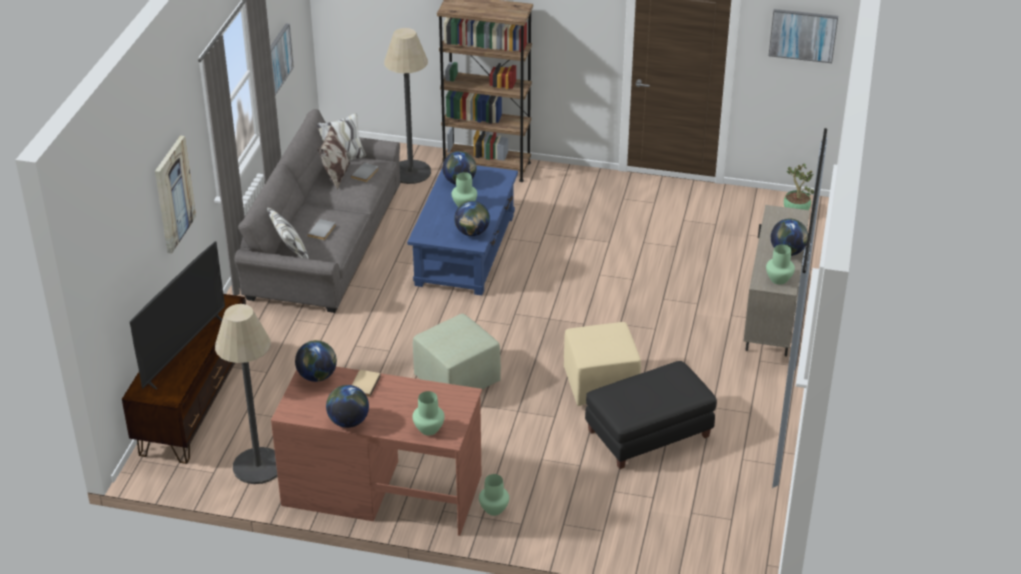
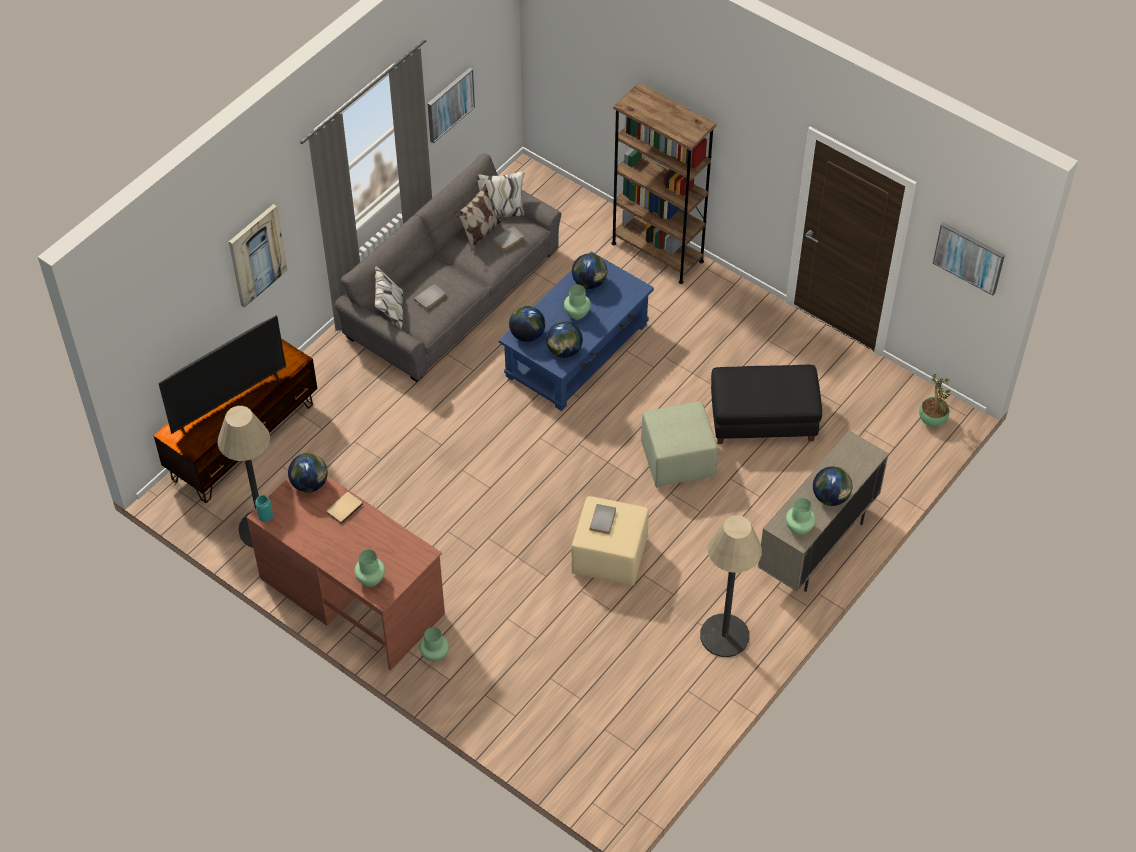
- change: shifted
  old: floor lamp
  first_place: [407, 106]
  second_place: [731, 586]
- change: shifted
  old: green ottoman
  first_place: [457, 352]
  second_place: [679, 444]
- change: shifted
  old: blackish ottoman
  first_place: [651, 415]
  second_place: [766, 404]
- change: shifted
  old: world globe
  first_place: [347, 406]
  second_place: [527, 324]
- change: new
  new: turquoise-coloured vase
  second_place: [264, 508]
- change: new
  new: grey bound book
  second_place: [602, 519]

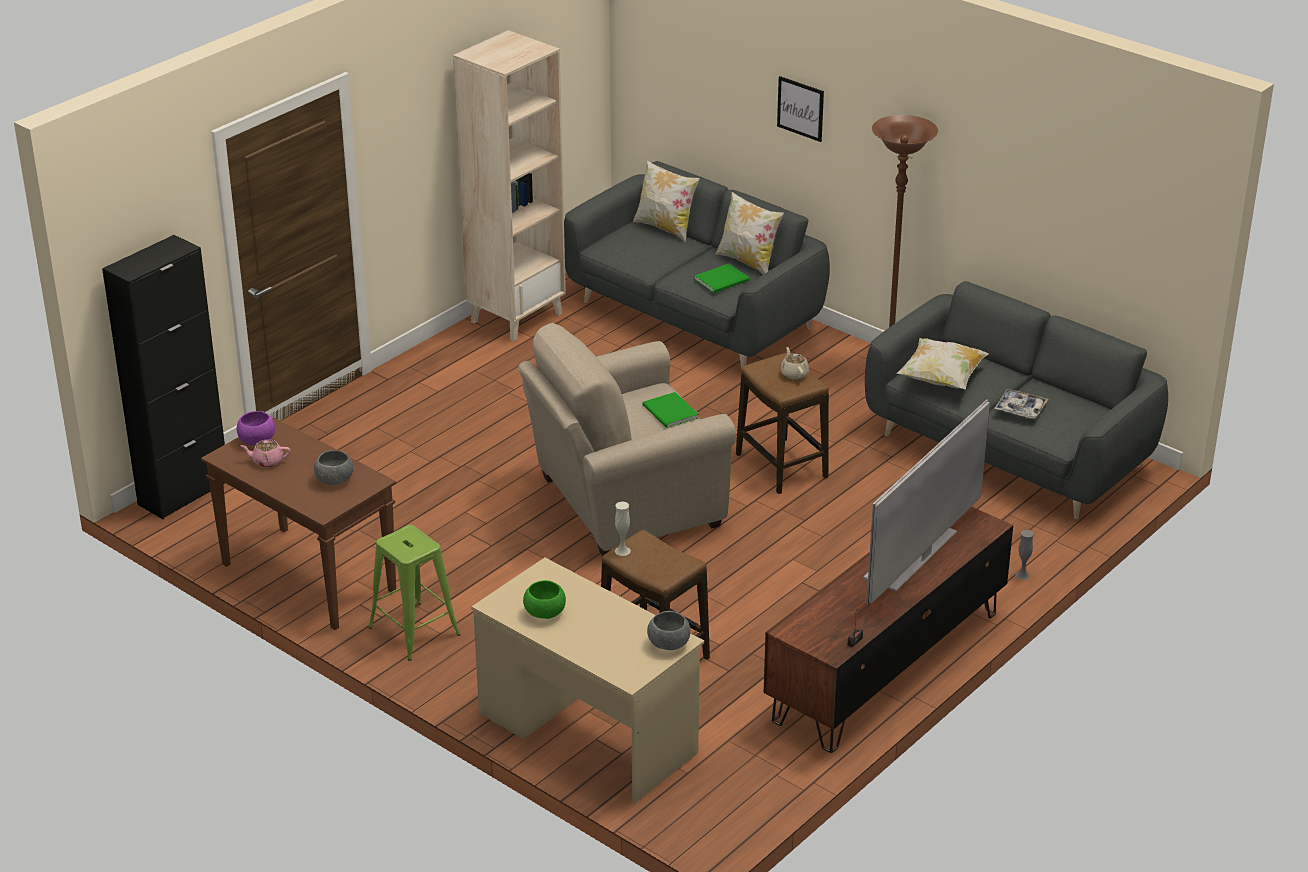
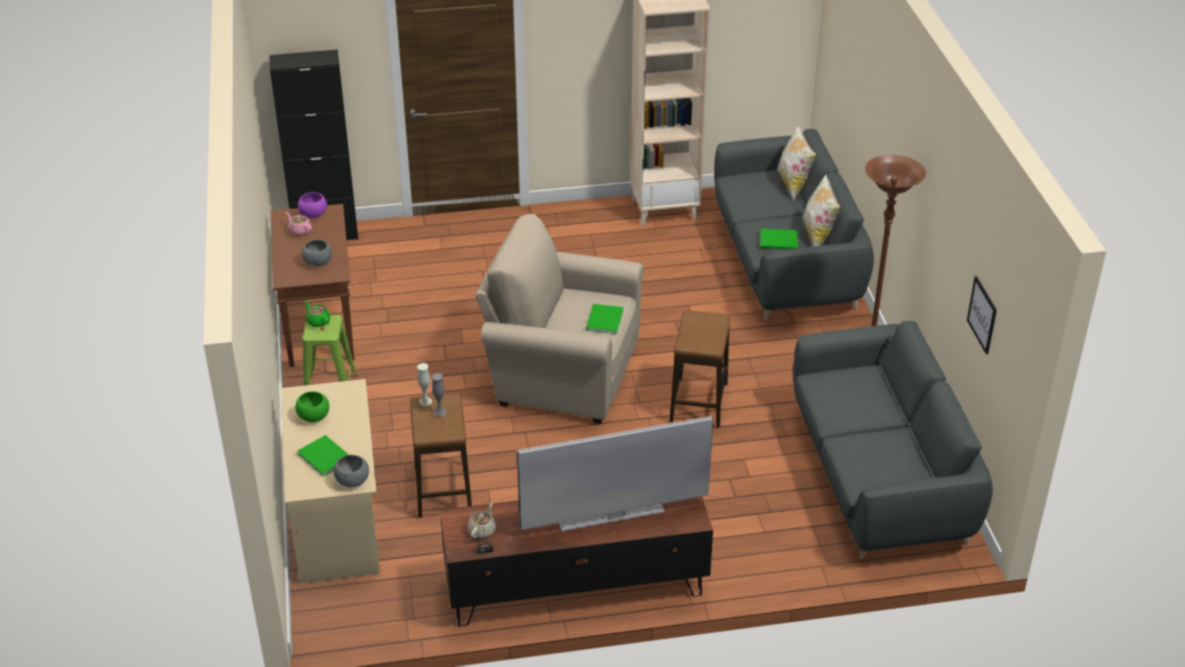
- change: shifted
  old: wall art
  first_place: [800, 109]
  second_place: [982, 315]
- change: gone
  old: cushion
  first_place: [942, 364]
- change: shifted
  old: sand-coloured teapot
  first_place: [794, 363]
  second_place: [482, 520]
- change: gone
  old: tray
  first_place: [1021, 404]
- change: shifted
  old: grey vase
  first_place: [1024, 555]
  second_place: [439, 394]
- change: new
  new: green teapot
  second_place: [317, 314]
- change: new
  new: green bound book
  second_place: [323, 456]

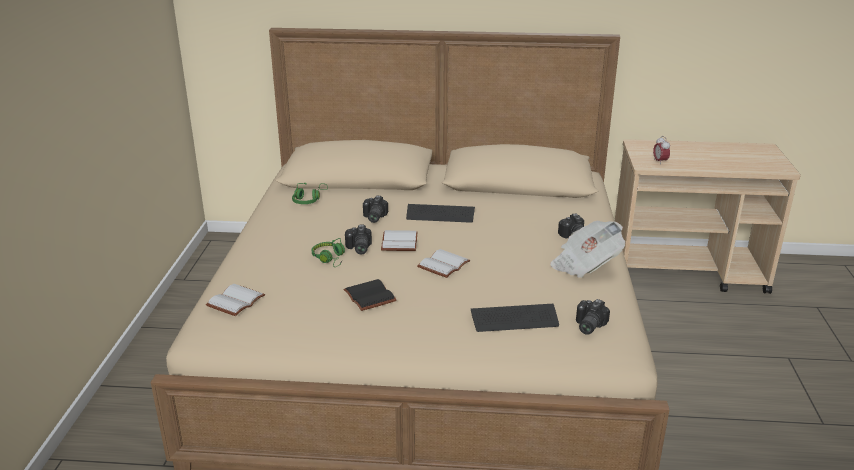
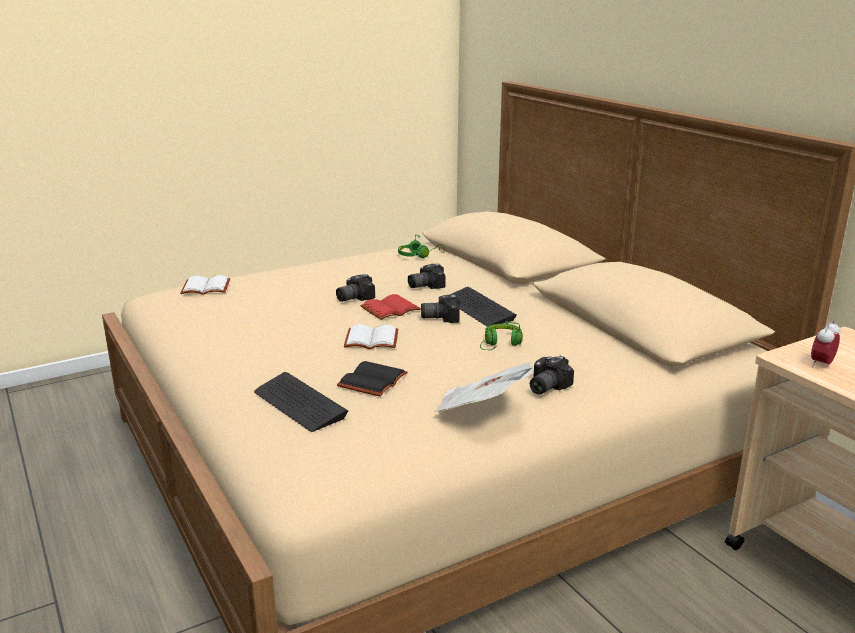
- change: repainted
  old: whitish bound book
  new: red-coloured bound book
  first_place: [399, 240]
  second_place: [390, 307]
- change: shifted
  old: green pair of headphones
  first_place: [328, 252]
  second_place: [501, 335]
- change: shifted
  old: blackish bound book
  first_place: [370, 295]
  second_place: [372, 379]
- change: shifted
  old: photo camera
  first_place: [593, 317]
  second_place: [440, 309]

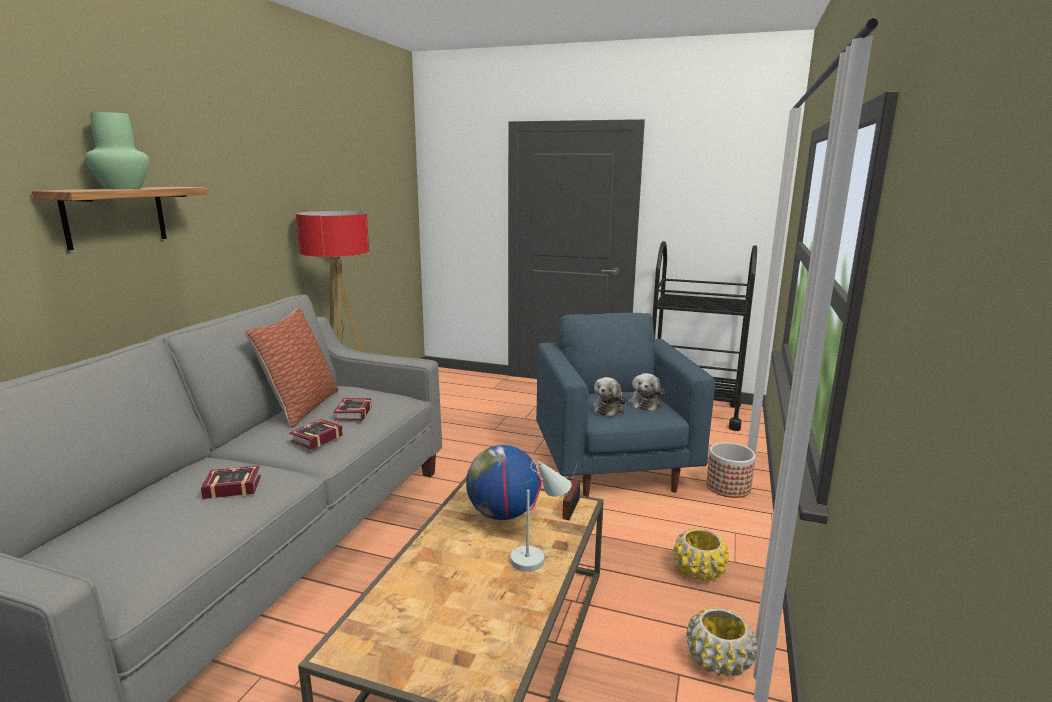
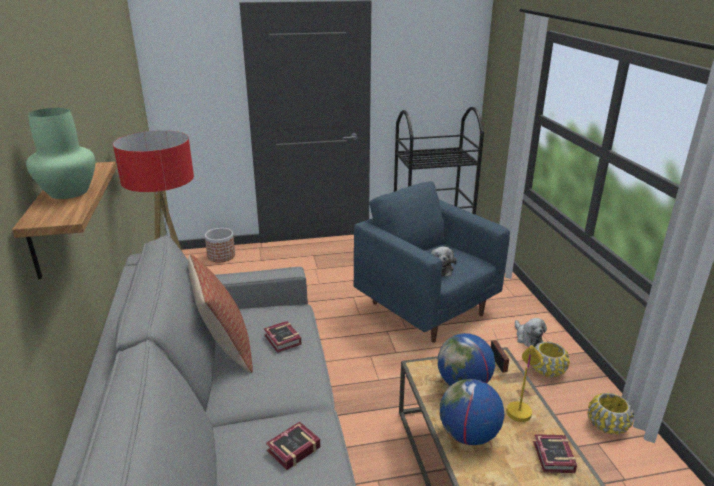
- change: shifted
  old: soft toy
  first_place: [646, 392]
  second_place: [531, 332]
- change: shifted
  old: bound book
  first_place: [316, 434]
  second_place: [555, 453]
- change: shifted
  old: plant pot
  first_place: [731, 470]
  second_place: [220, 245]
- change: repainted
  old: whitish table lamp
  new: yellow table lamp
  first_place: [541, 516]
  second_place: [524, 383]
- change: new
  new: world globe
  second_place: [472, 412]

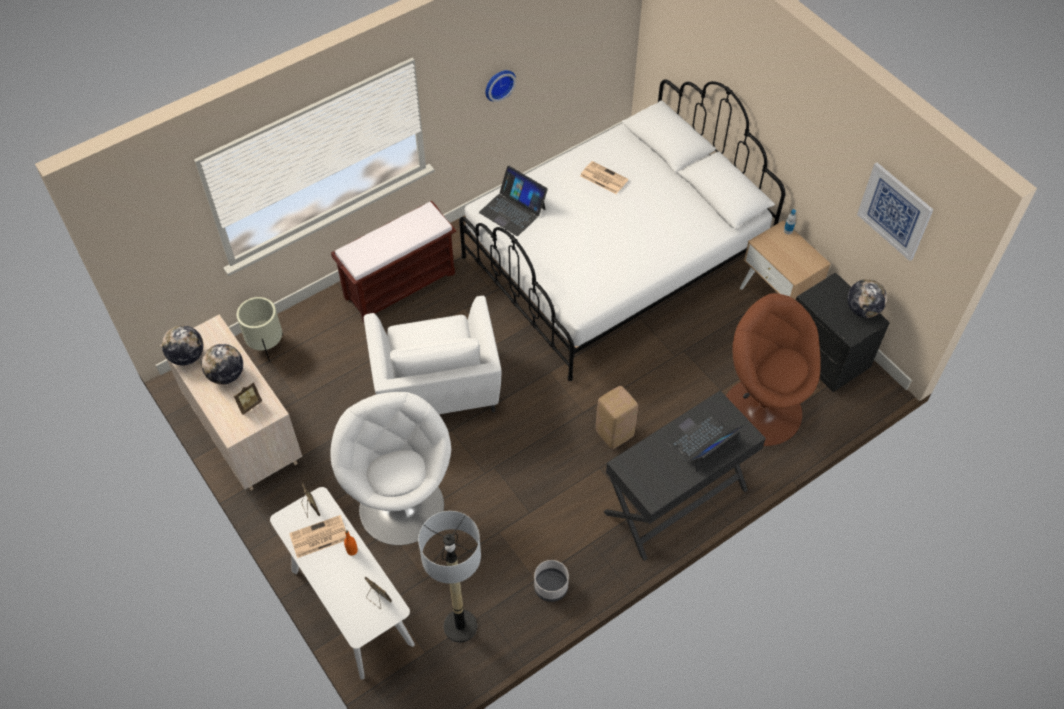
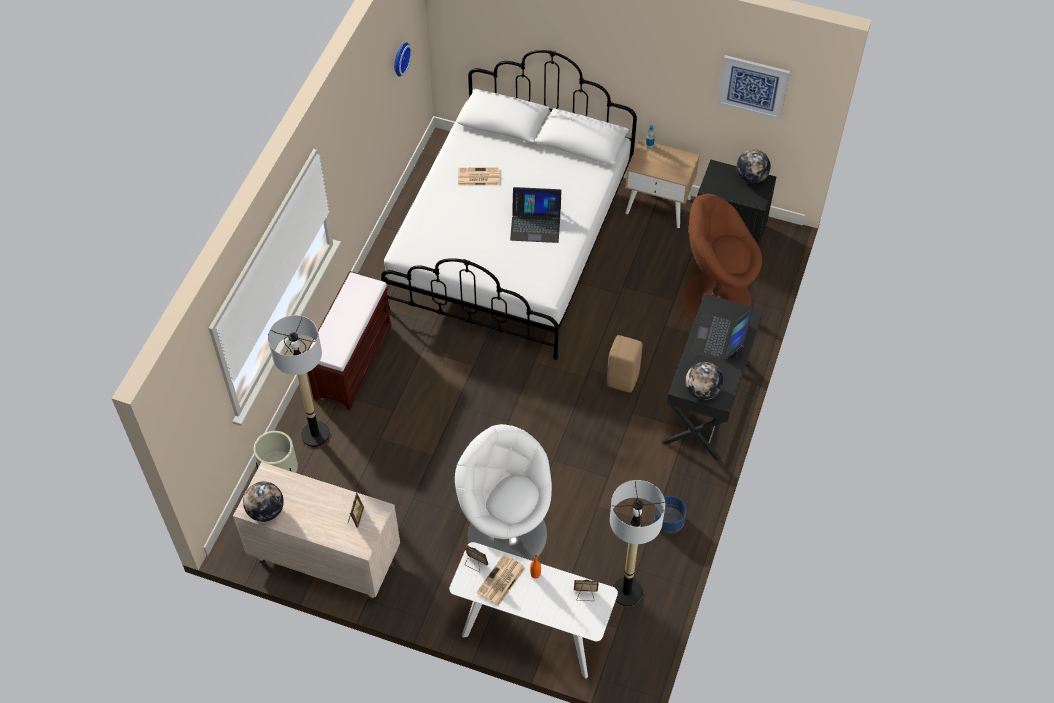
- change: shifted
  old: wall clock
  first_place: [500, 86]
  second_place: [403, 59]
- change: shifted
  old: portable computer
  first_place: [513, 201]
  second_place: [536, 215]
- change: gone
  old: whitish easy chair
  first_place: [432, 355]
- change: shifted
  old: world globe
  first_place: [222, 364]
  second_place: [704, 381]
- change: repainted
  old: grey plant pot
  new: bluish plant pot
  first_place: [551, 581]
  second_place: [670, 515]
- change: new
  new: floor lamp
  second_place: [299, 381]

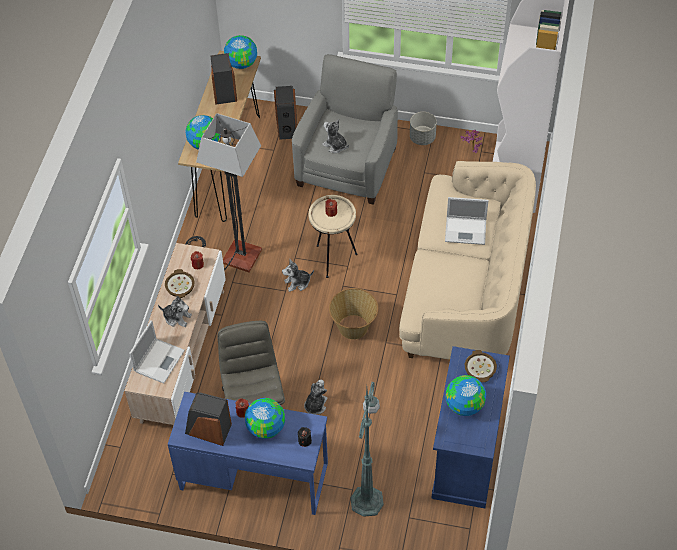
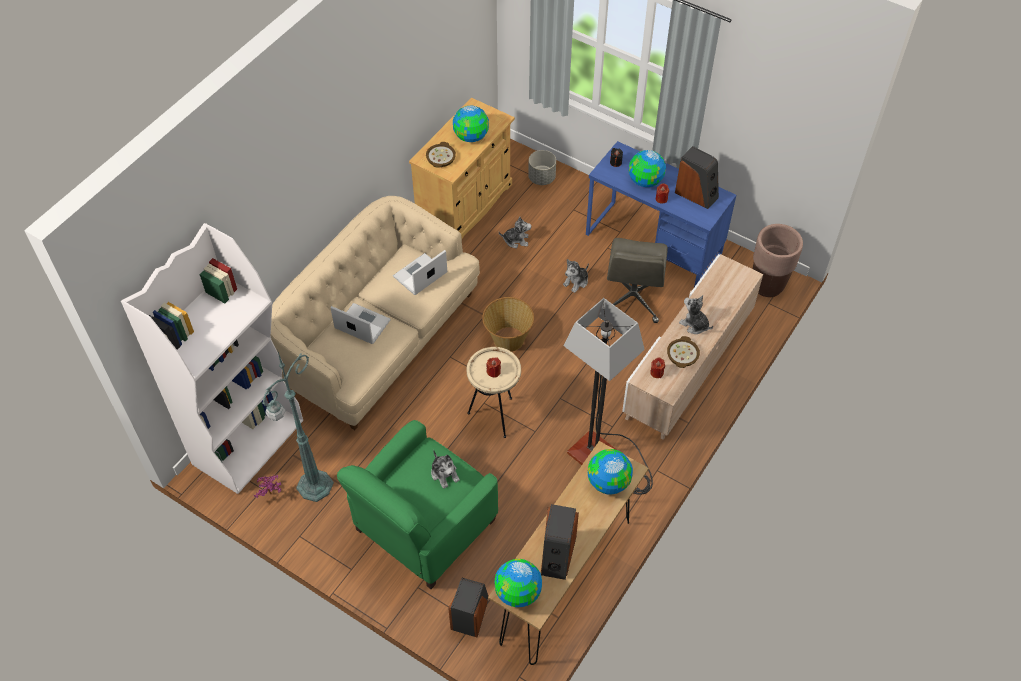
- change: repainted
  old: grey easy chair
  new: green easy chair
  first_place: [345, 129]
  second_place: [417, 504]
- change: shifted
  old: grey plant pot
  first_place: [423, 128]
  second_place: [542, 167]
- change: shifted
  old: soft toy
  first_place: [298, 275]
  second_place: [515, 232]
- change: shifted
  old: portable computer
  first_place: [157, 352]
  second_place: [420, 272]
- change: repainted
  old: bluish cabinet
  new: sand-coloured cabinet
  first_place: [470, 427]
  second_place: [462, 168]
- change: shifted
  old: green floor lamp
  first_place: [367, 449]
  second_place: [298, 425]
- change: new
  new: brownish plant pot
  second_place: [778, 260]

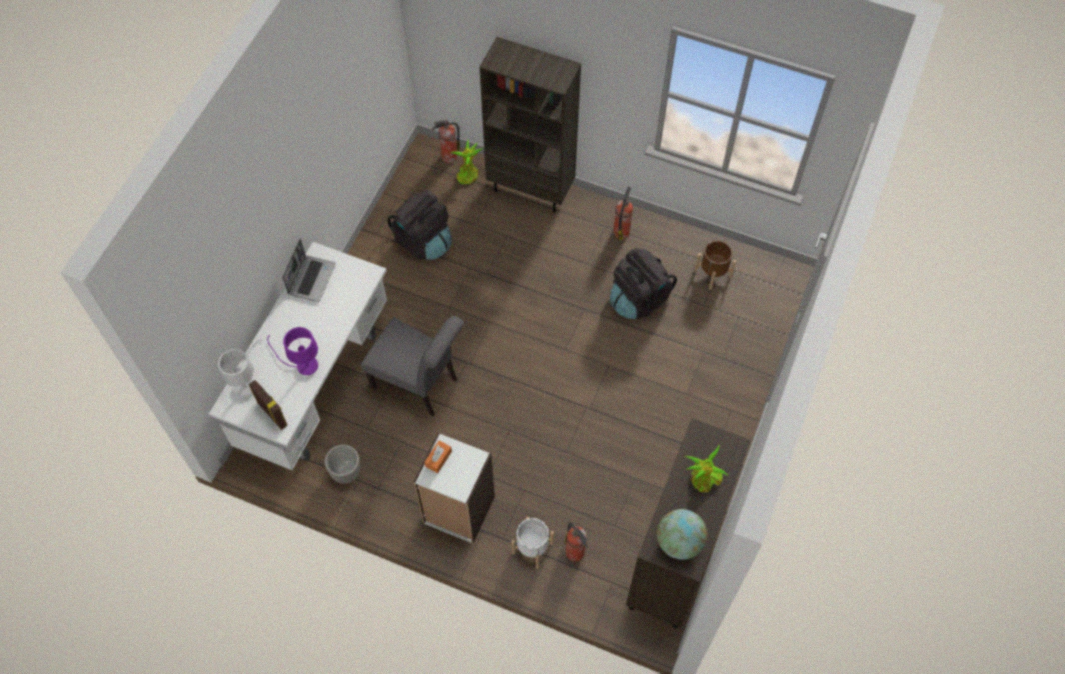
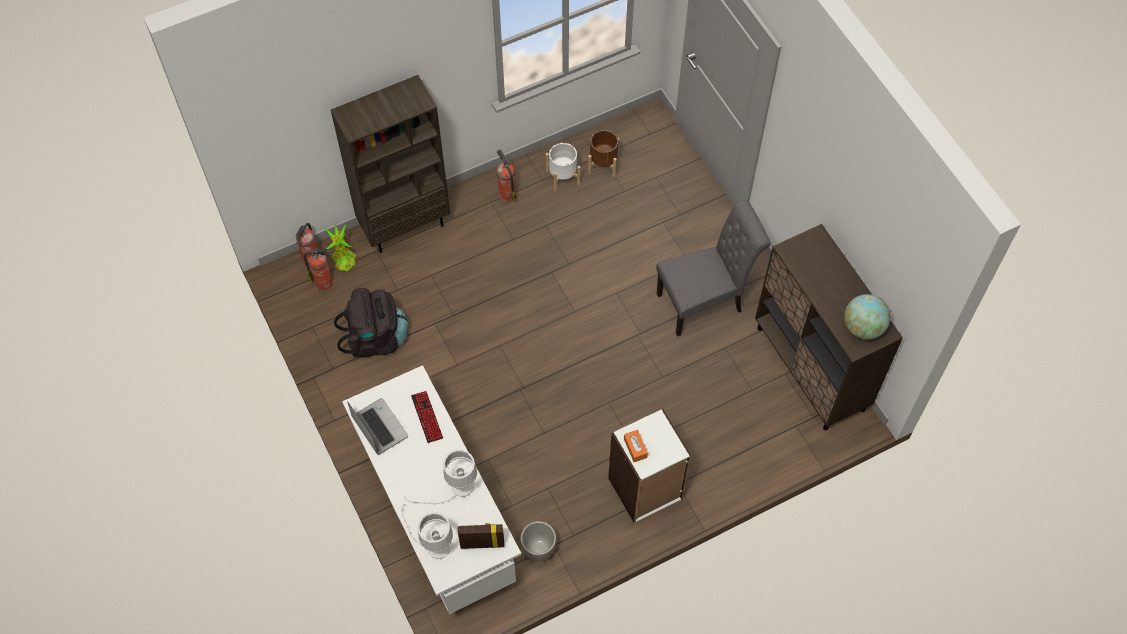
- change: gone
  old: blackish knapsack
  first_place: [643, 283]
- change: shifted
  old: grey upright chair
  first_place: [412, 366]
  second_place: [713, 268]
- change: repainted
  old: purplish table lamp
  new: whitish table lamp
  first_place: [292, 351]
  second_place: [440, 477]
- change: gone
  old: plant in a pot
  first_place: [706, 468]
- change: shifted
  old: whitish plant pot
  first_place: [532, 543]
  second_place: [563, 167]
- change: shifted
  old: fire-fighting cylinder
  first_place: [576, 542]
  second_place: [318, 269]
- change: new
  new: PC keyboard
  second_place: [427, 417]

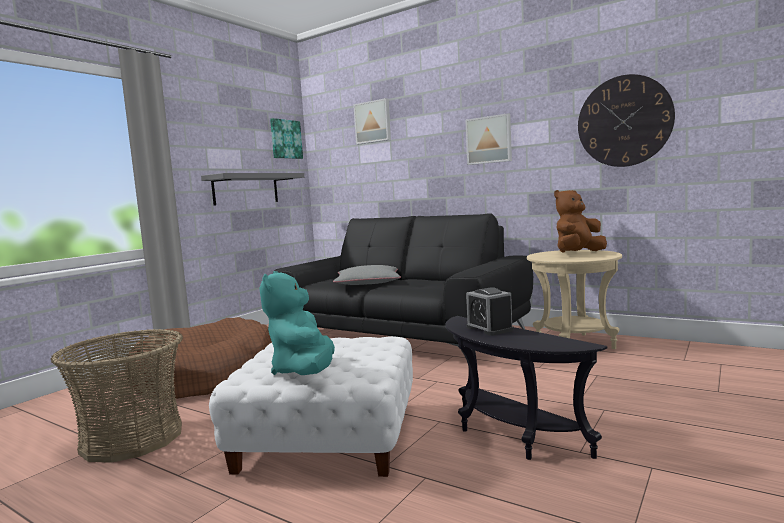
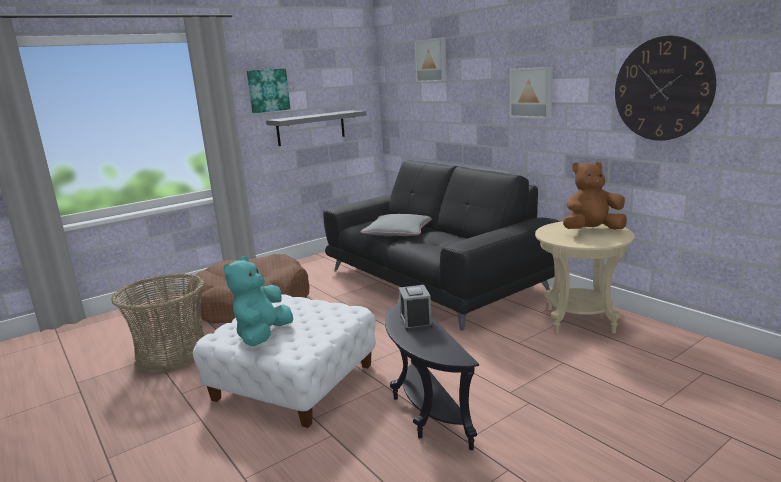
- change: shifted
  old: wall art
  first_place: [286, 138]
  second_place: [268, 90]

